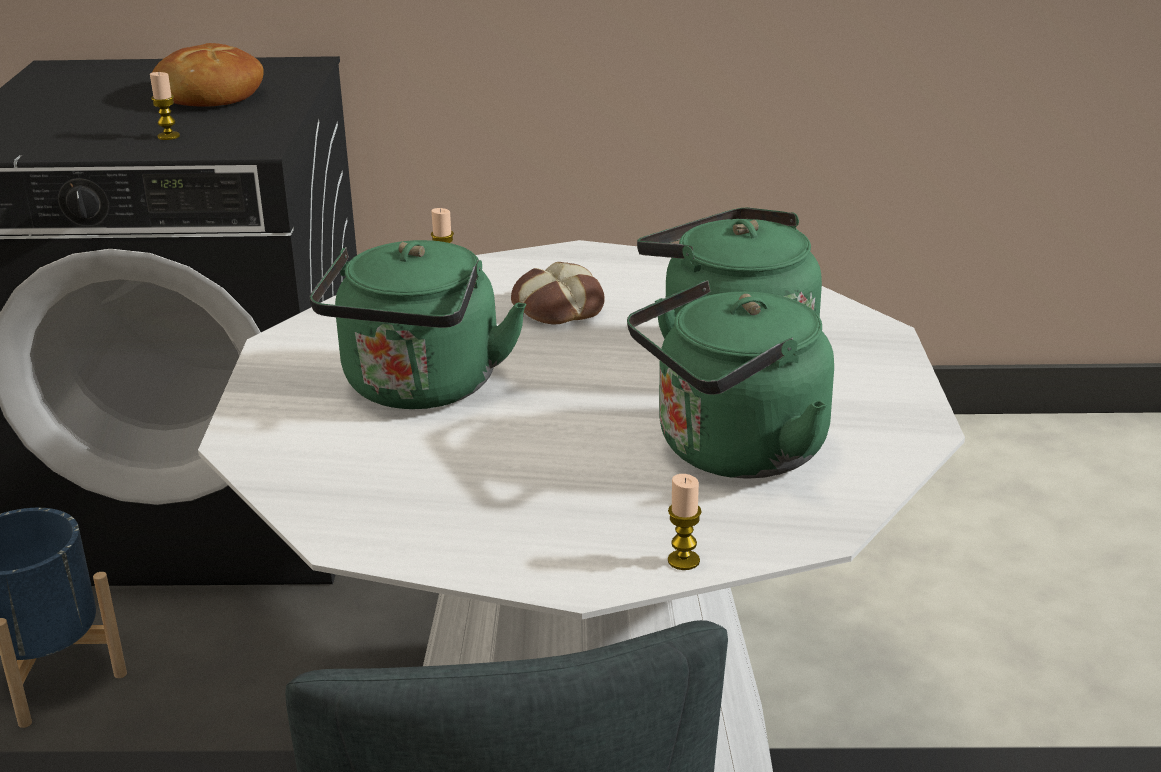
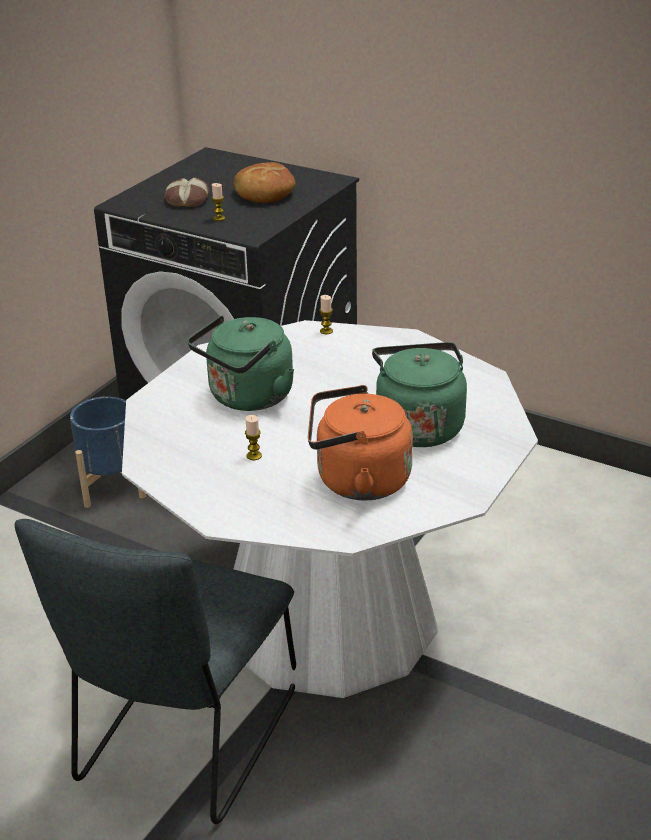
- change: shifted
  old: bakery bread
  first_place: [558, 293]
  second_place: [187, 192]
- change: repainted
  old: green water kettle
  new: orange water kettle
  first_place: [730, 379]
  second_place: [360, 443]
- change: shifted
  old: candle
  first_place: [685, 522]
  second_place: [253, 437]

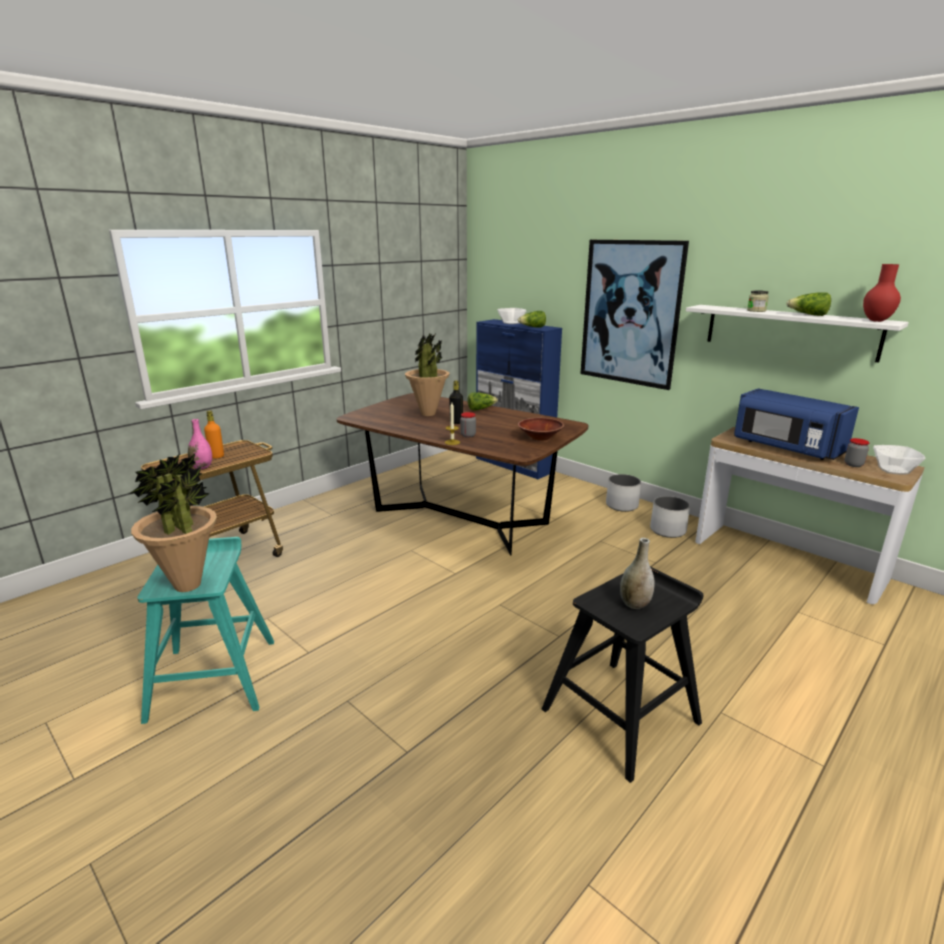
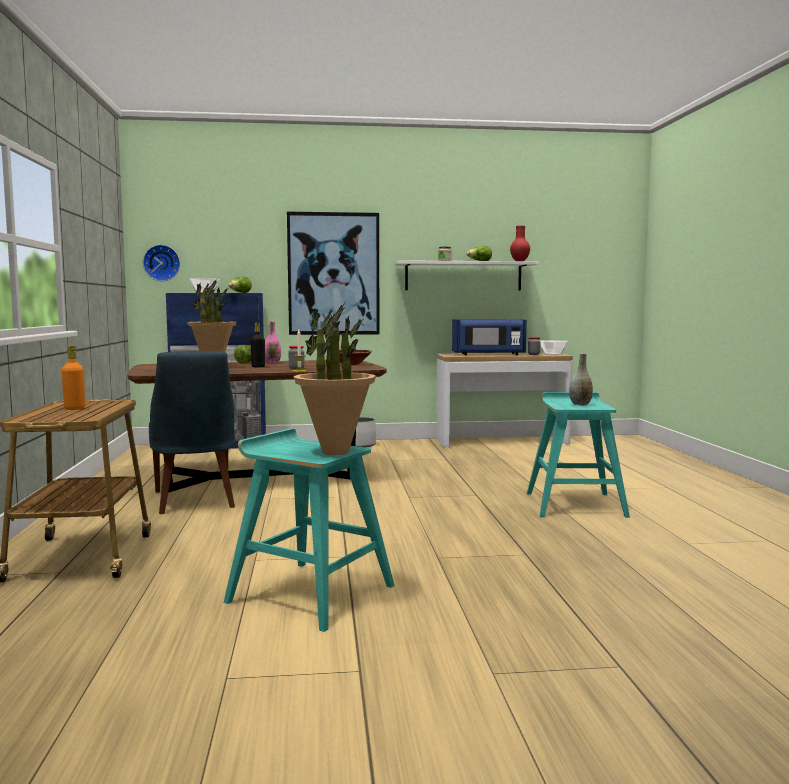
- change: shifted
  old: pink-coloured vase
  first_place: [200, 444]
  second_place: [273, 342]
- change: gone
  old: whitish plant pot
  first_place: [670, 517]
- change: repainted
  old: blackish stool seat
  new: turquoise-coloured stool seat
  first_place: [622, 675]
  second_place: [578, 455]
- change: new
  new: wall clock
  second_place: [161, 263]
- change: new
  new: bluish upright chair
  second_place: [192, 432]

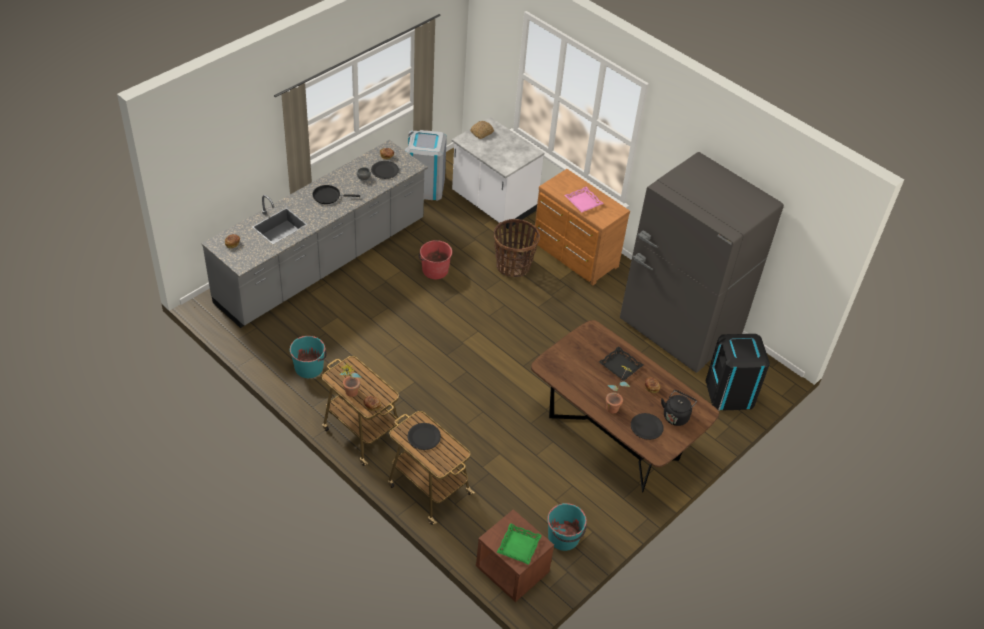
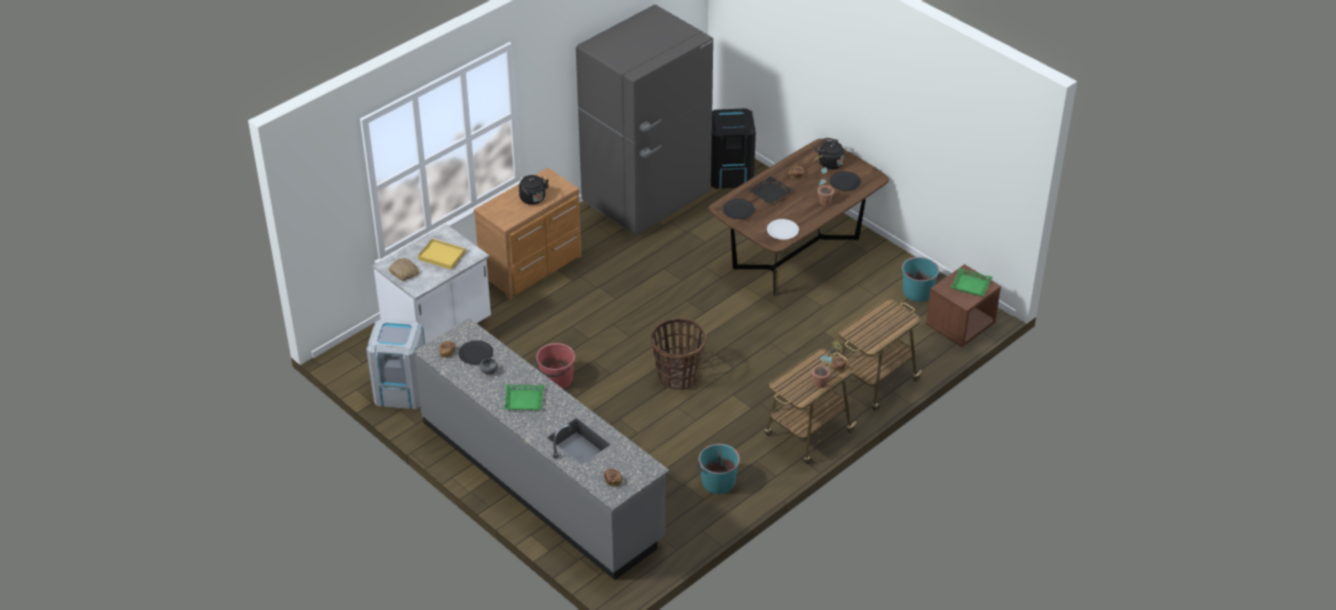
- change: swapped
  old: blackish pan
  new: green tray
  first_place: [336, 194]
  second_place: [524, 397]
- change: swapped
  old: pink-coloured tray
  new: blackish water kettle
  first_place: [584, 199]
  second_place: [534, 190]
- change: shifted
  old: household basket
  first_place: [517, 248]
  second_place: [679, 354]
- change: shifted
  old: blackish flat dish
  first_place: [424, 436]
  second_place: [739, 209]
- change: new
  new: whitish flat dish
  second_place: [783, 229]
- change: new
  new: yellow tray
  second_place: [442, 254]

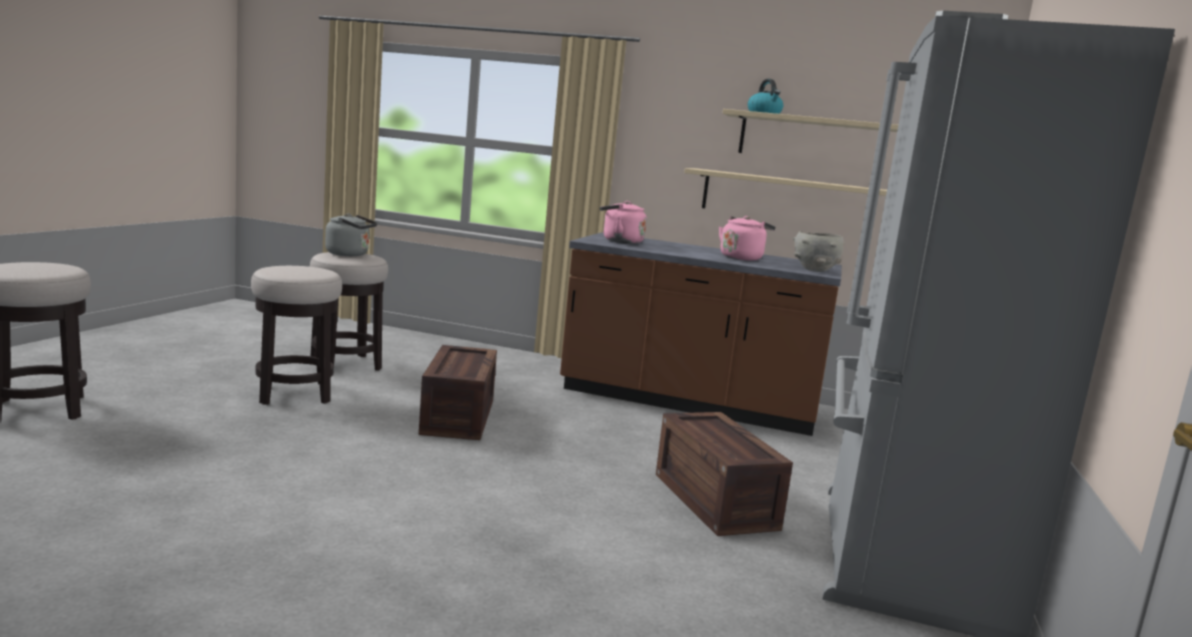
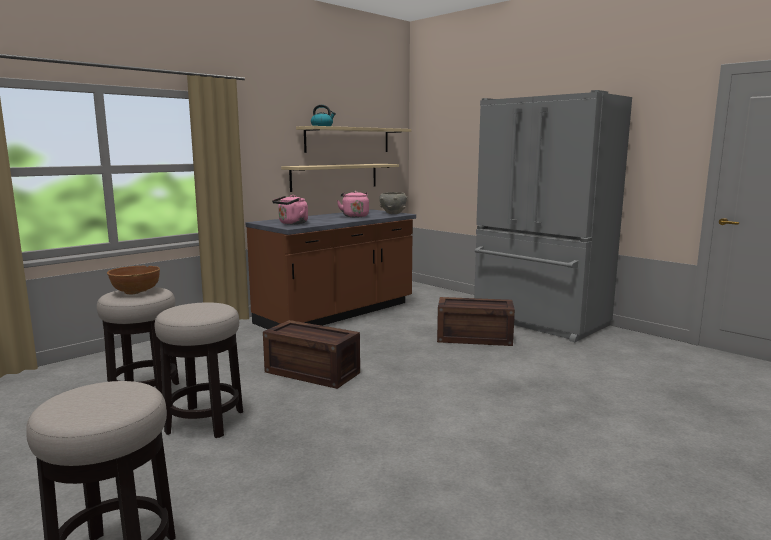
- change: swapped
  old: grey water kettle
  new: brownish deep dish
  first_place: [351, 234]
  second_place: [133, 280]

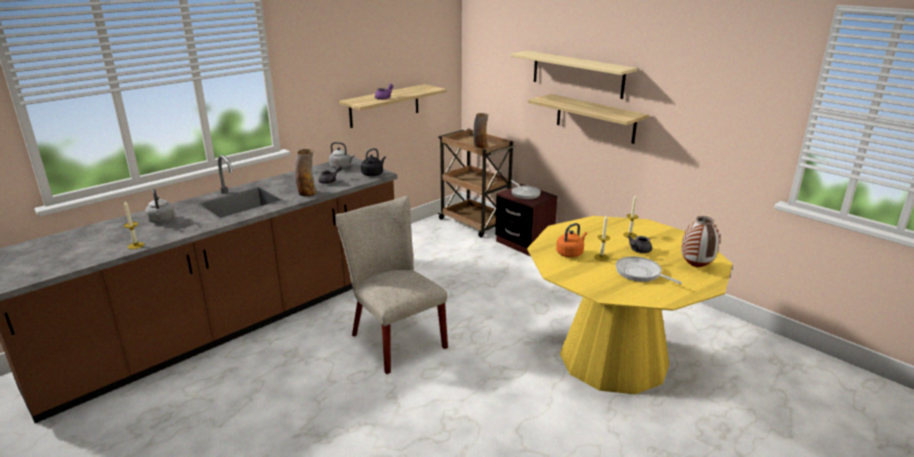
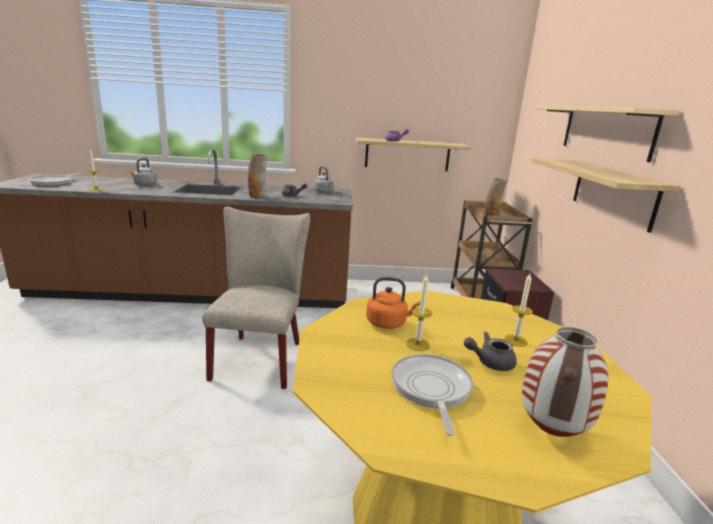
- change: gone
  old: blackish water kettle
  first_place: [373, 162]
- change: shifted
  old: pan
  first_place: [525, 189]
  second_place: [55, 179]

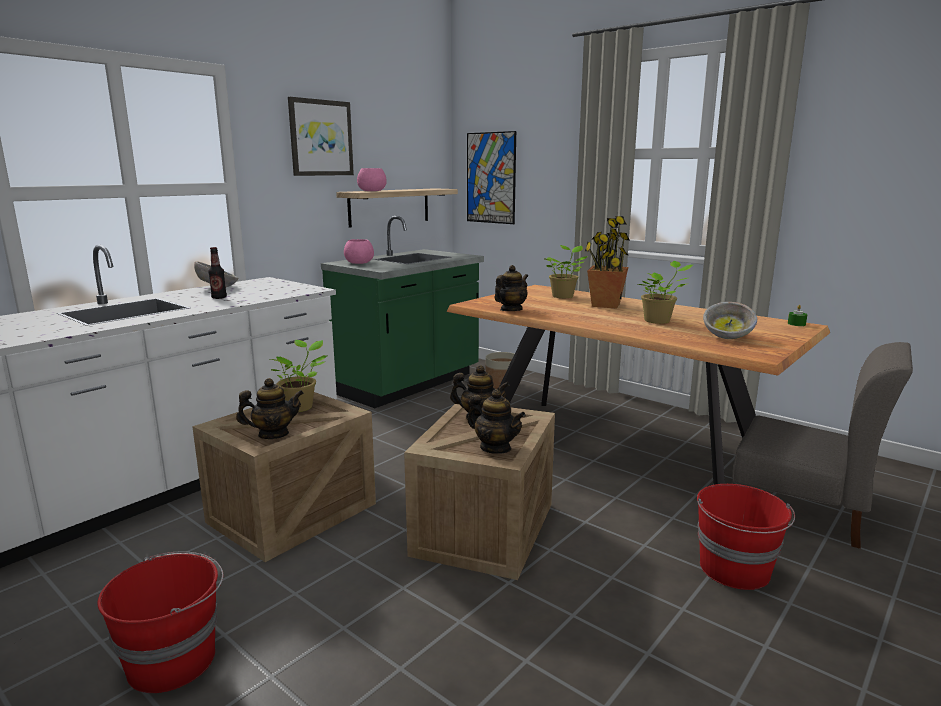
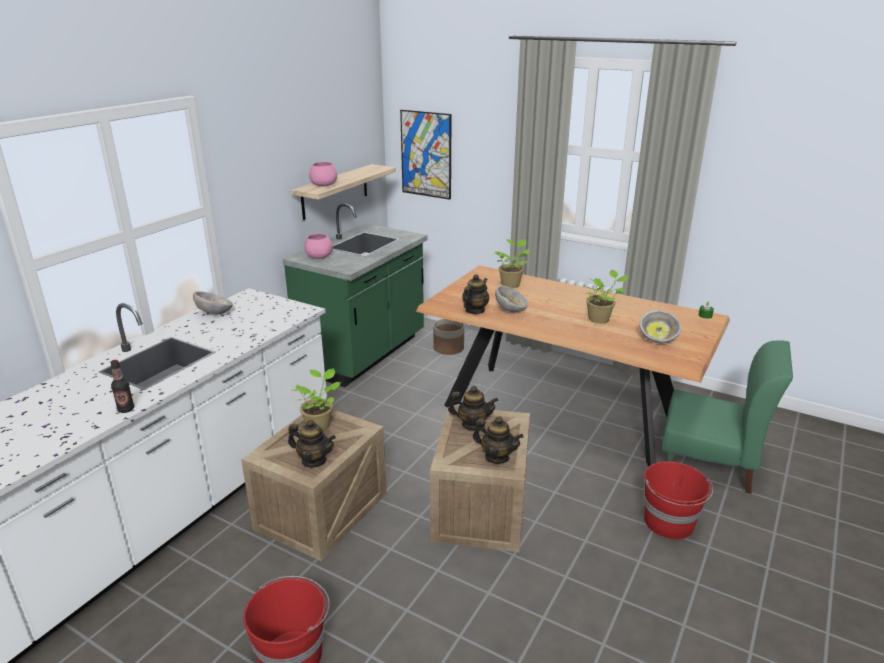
- change: gone
  old: wall art
  first_place: [321, 136]
- change: gone
  old: plant in a pot
  first_place: [607, 262]
- change: shifted
  old: drink bottle
  first_place: [217, 273]
  second_place: [122, 386]
- change: repainted
  old: grey upright chair
  new: green upright chair
  first_place: [822, 445]
  second_place: [727, 417]
- change: rotated
  old: teapot
  first_place: [270, 408]
  second_place: [312, 443]
  degrees: 45
- change: new
  new: deep dish
  second_place: [511, 299]

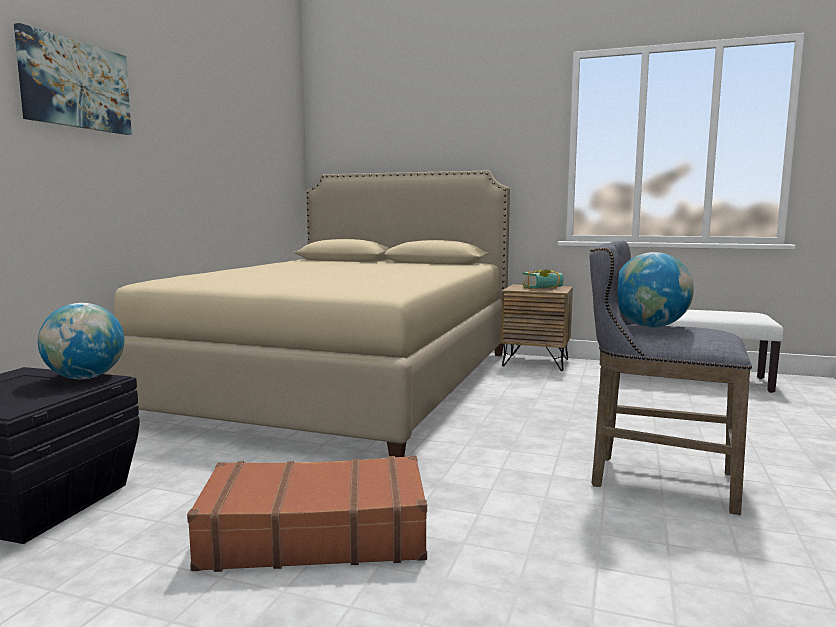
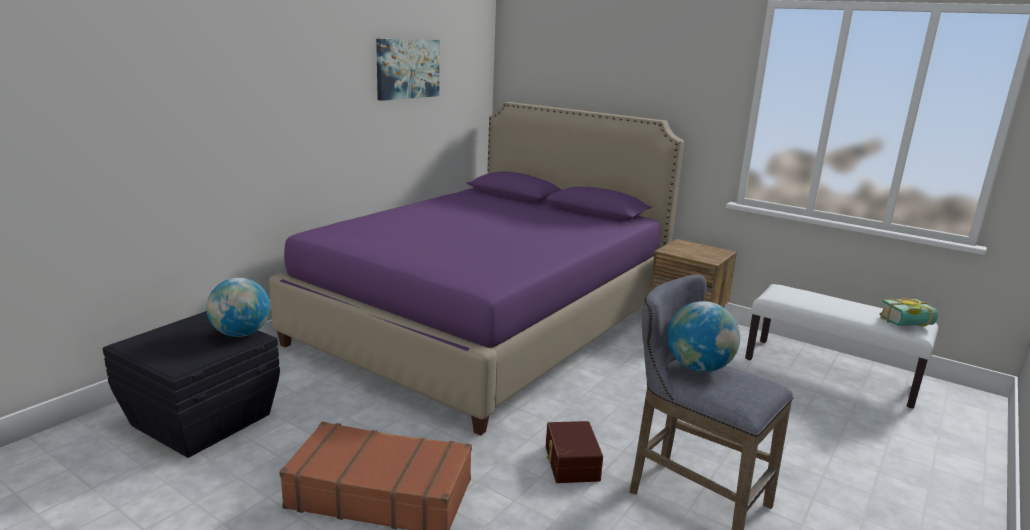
- change: shifted
  old: wall art
  first_place: [73, 79]
  second_place: [408, 70]
- change: repainted
  old: sand-coloured bed
  new: purplish bed
  first_place: [306, 314]
  second_place: [476, 269]
- change: shifted
  old: bound book
  first_place: [543, 279]
  second_place: [908, 312]
- change: new
  new: brownish storage box
  second_place: [574, 452]

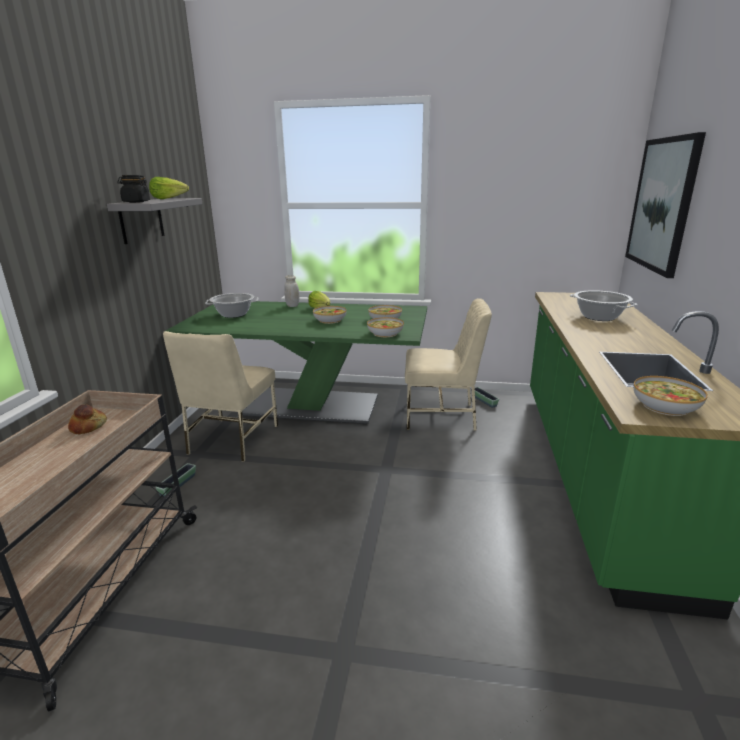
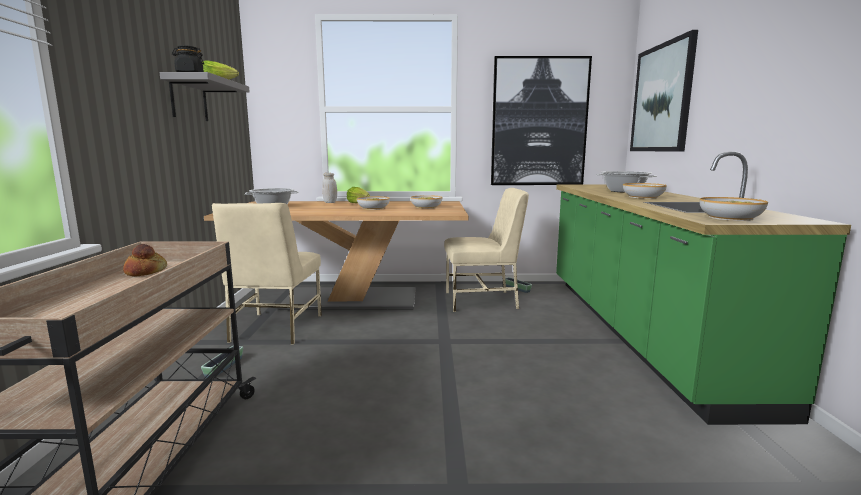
- change: repainted
  old: green dining table
  new: sand-coloured dining table
  first_place: [296, 362]
  second_place: [336, 255]
- change: shifted
  old: deep dish
  first_place: [385, 327]
  second_place: [645, 191]
- change: new
  new: wall art
  second_place: [541, 120]

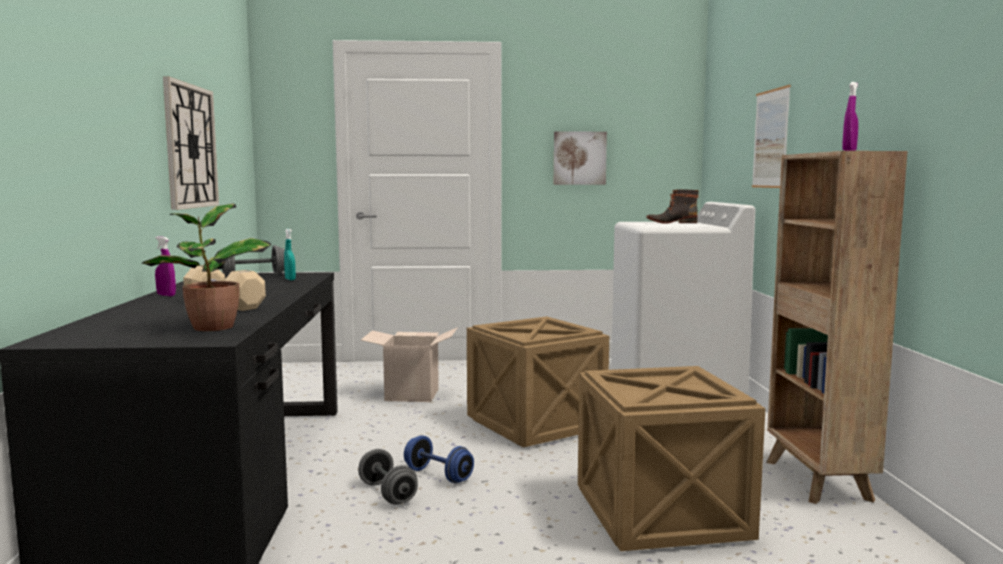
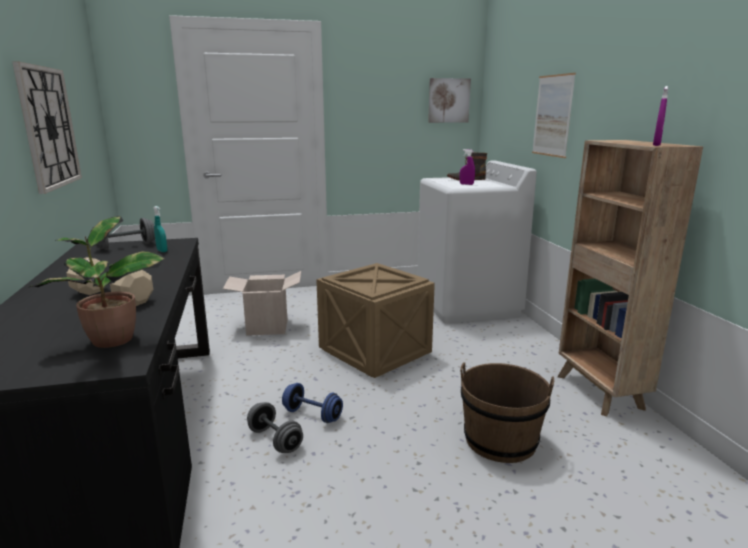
- change: shifted
  old: wall art
  first_place: [580, 158]
  second_place: [449, 100]
- change: shifted
  old: purplish hand sprayer
  first_place: [165, 266]
  second_place: [467, 167]
- change: swapped
  old: packing crate
  new: brownish pail
  first_place: [672, 458]
  second_place: [507, 412]

